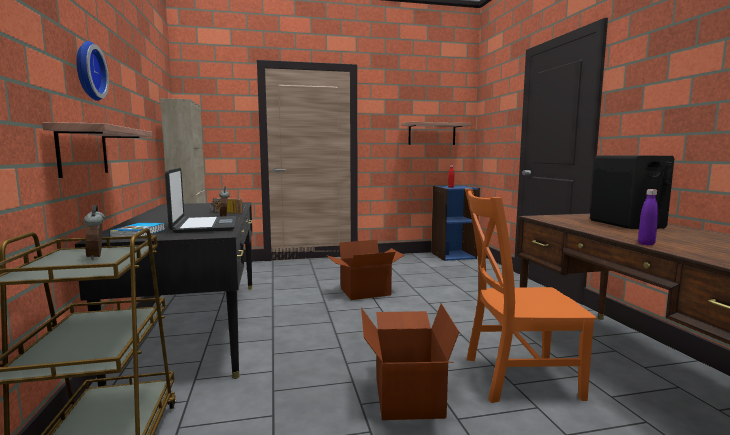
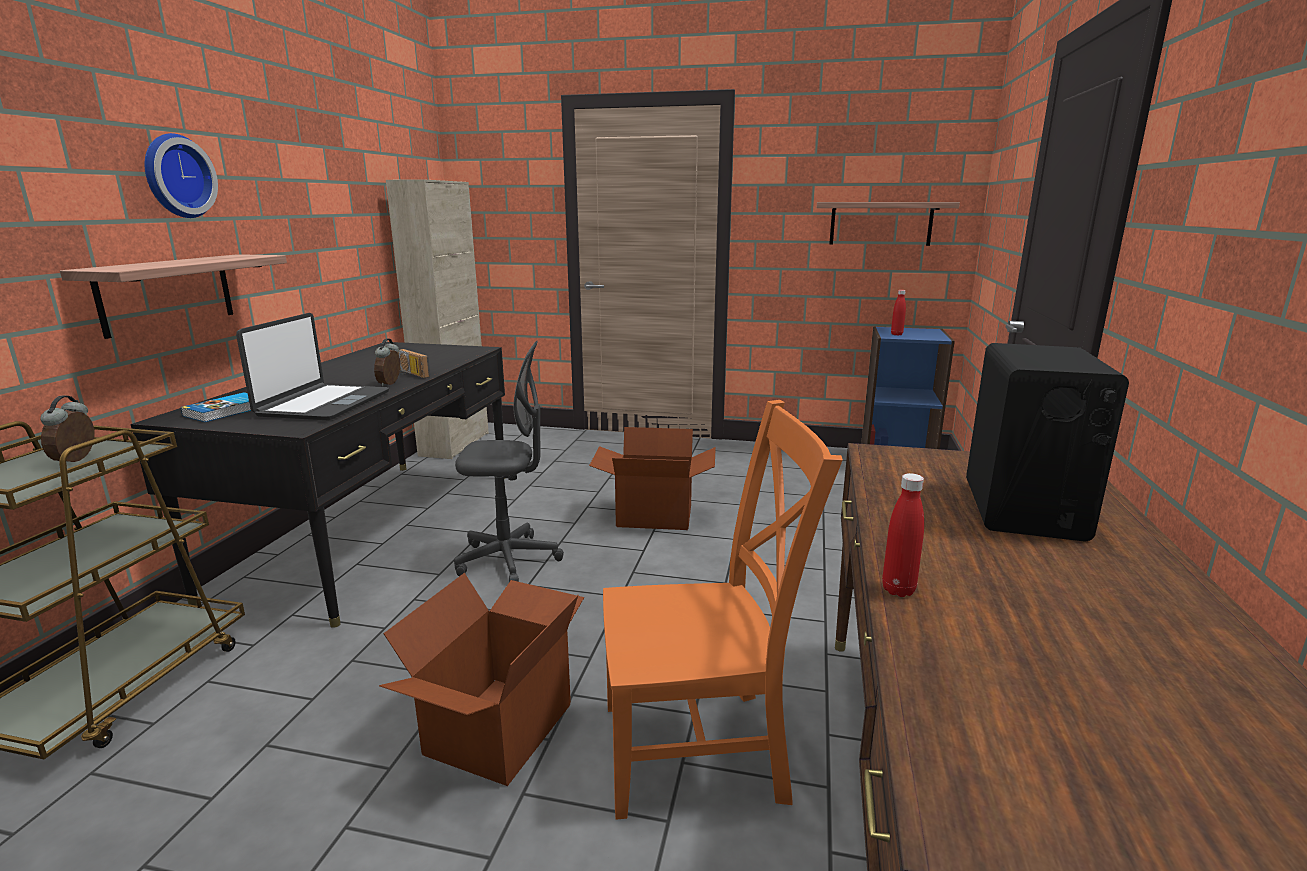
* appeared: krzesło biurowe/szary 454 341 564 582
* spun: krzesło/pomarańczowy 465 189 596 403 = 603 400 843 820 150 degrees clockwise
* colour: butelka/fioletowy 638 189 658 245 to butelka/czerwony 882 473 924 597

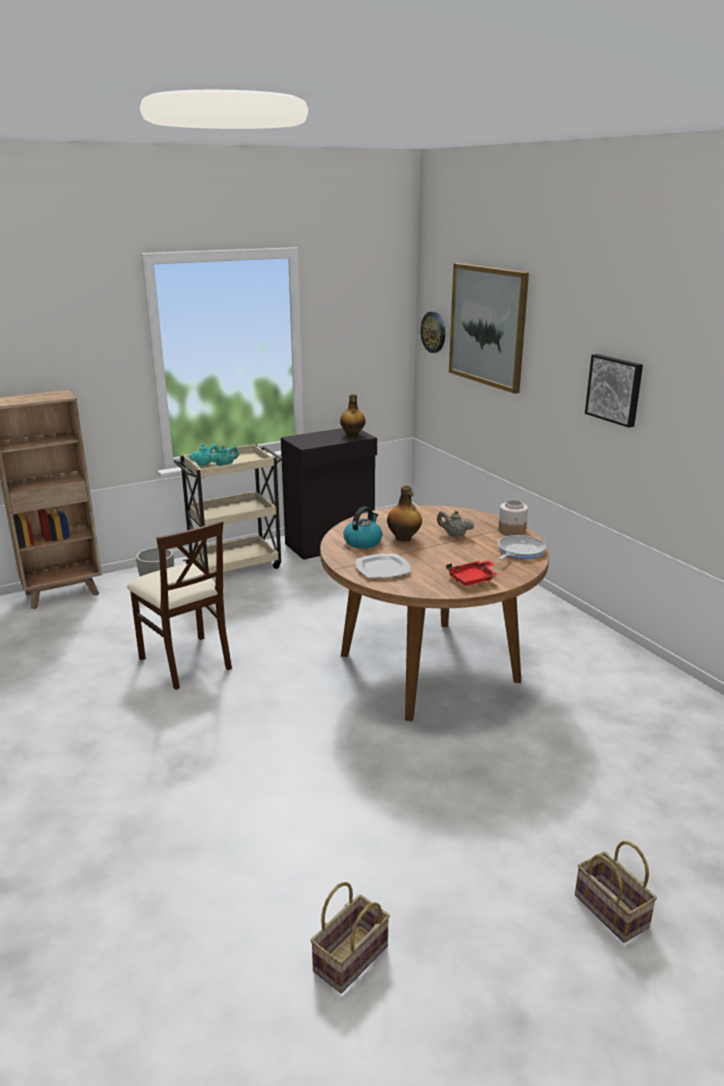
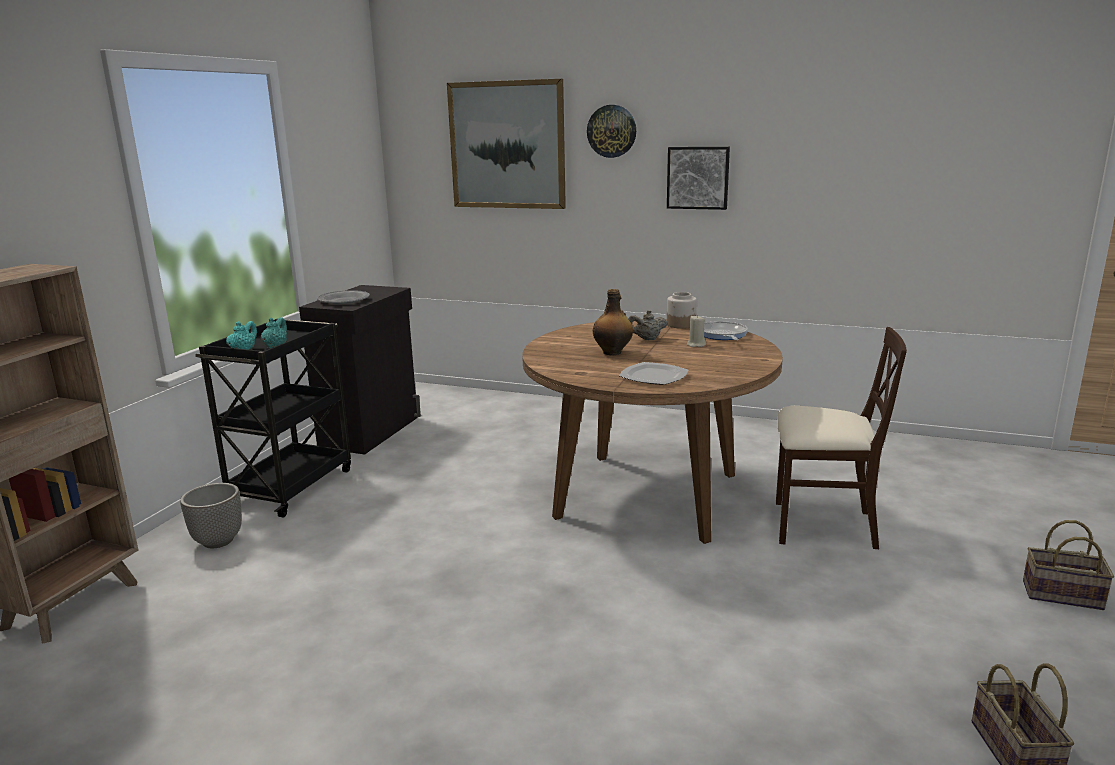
* colour: wózek/beżowy 173 444 283 572 to wózek/czarny 195 318 351 517
* appeared: talerz/szary 317 290 370 304
* relocated: zegar ścienny 420 312 445 353 to 587 105 636 158
* appeared: świeca/beżowy 687 315 706 347
* relocated: krzesło/beżowy 127 520 232 690 to 776 327 907 549
* missing: butelka 340 394 366 437
* missing: czajnik 343 507 382 548
* missing: taca/czerwony 446 560 498 586

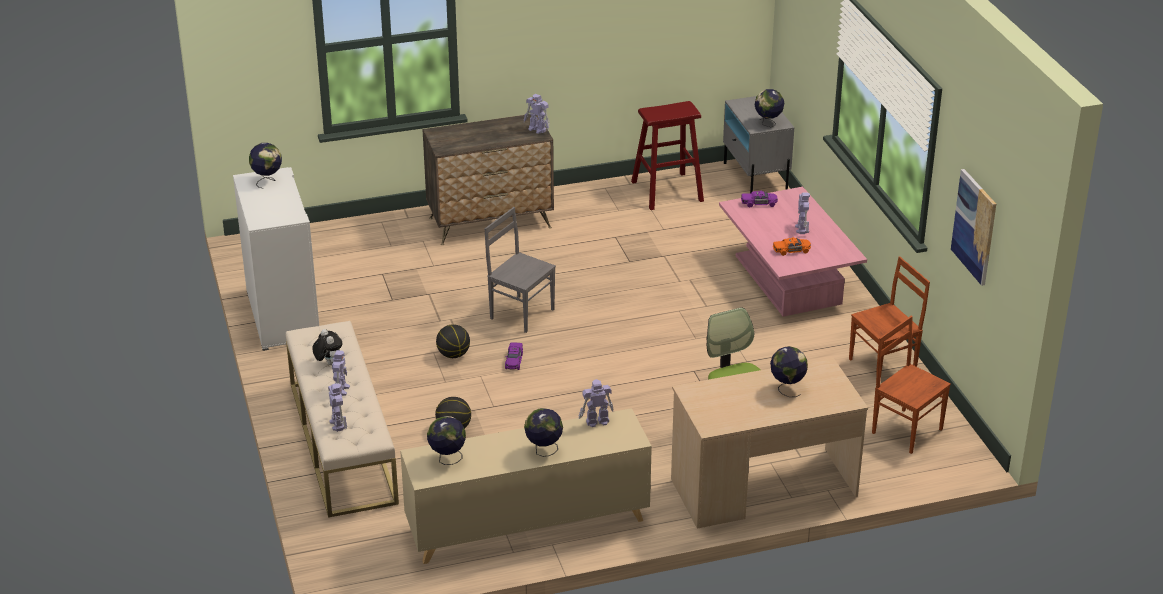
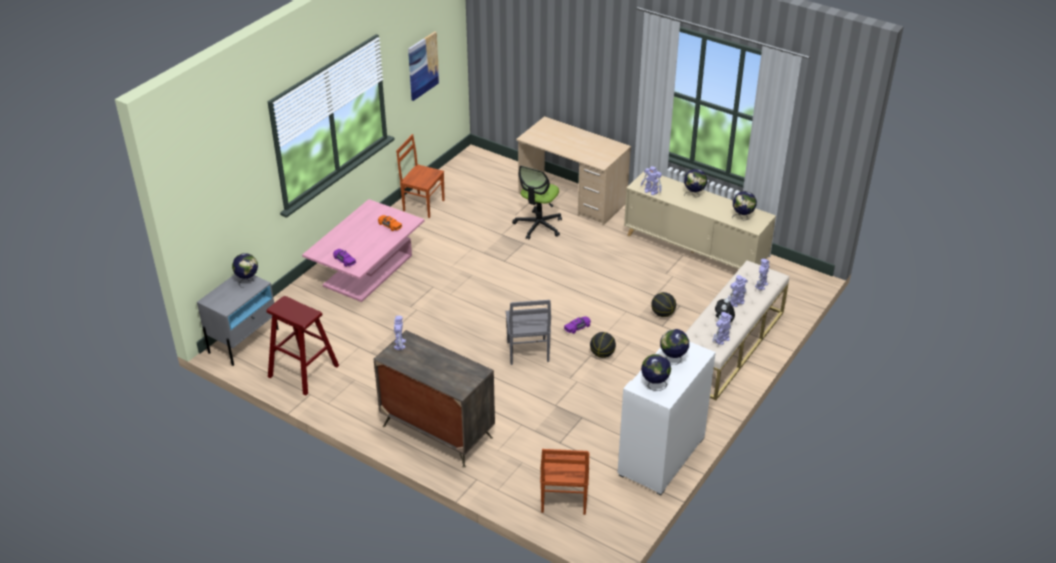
* relocated: krzesło/brązowy 872 316 951 454 to 540 449 589 515
* relocated: globus 770 346 808 397 to 660 329 689 365
* relocated: robot zabawkowy 795 192 810 234 to 712 312 733 345

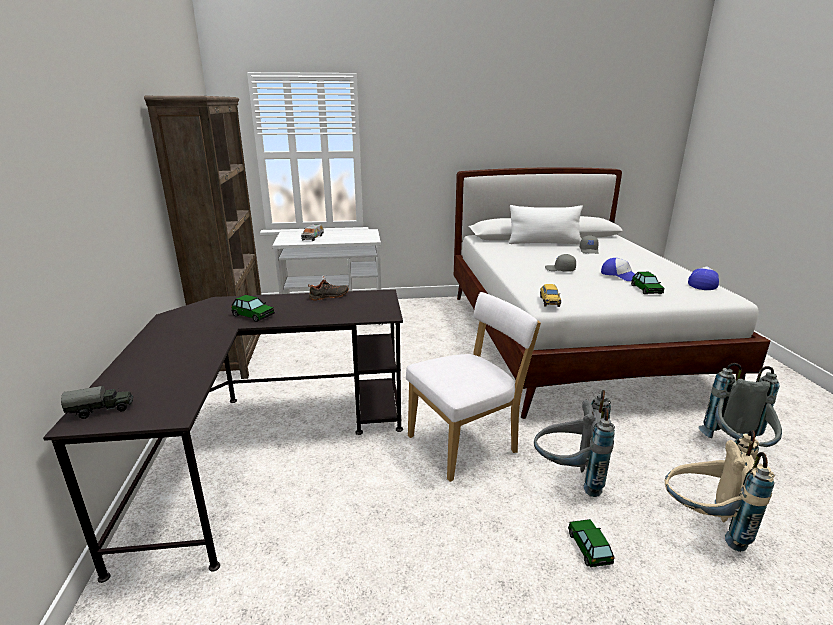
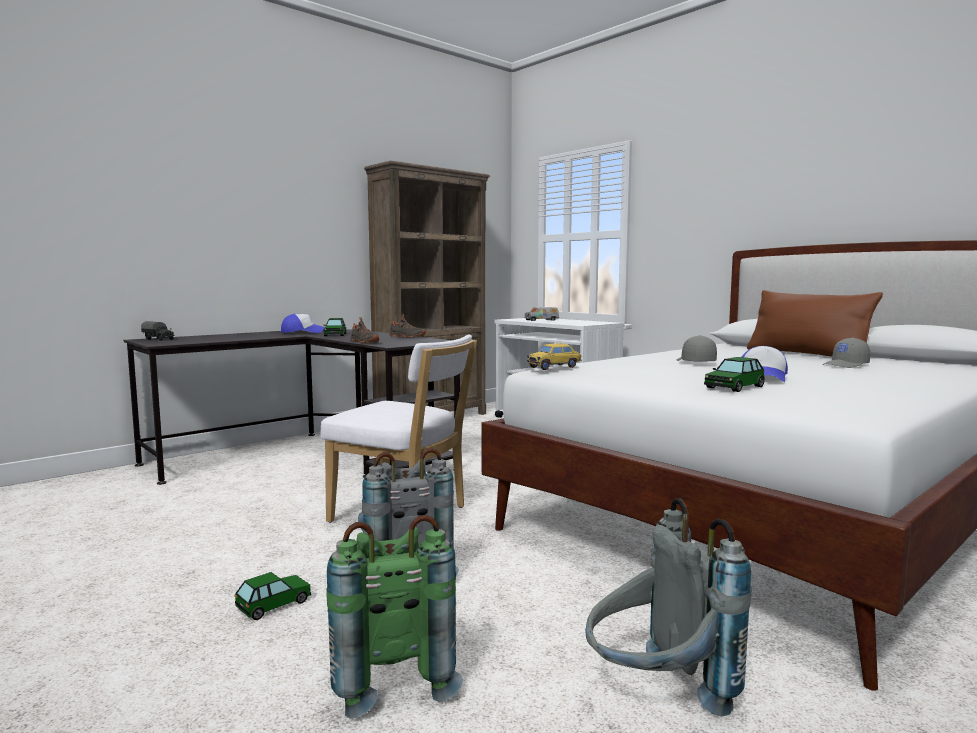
* relocated: czapka z daszkiem 688 266 719 290 to 281 314 325 333
* colour: plecak/beżowy 665 430 775 552 to plecak/zielony 327 515 463 719
* appeared: but/czarny 350 317 379 343
* colour: poduszka/biały 509 205 583 245 to poduszka/brązowy 747 290 883 357

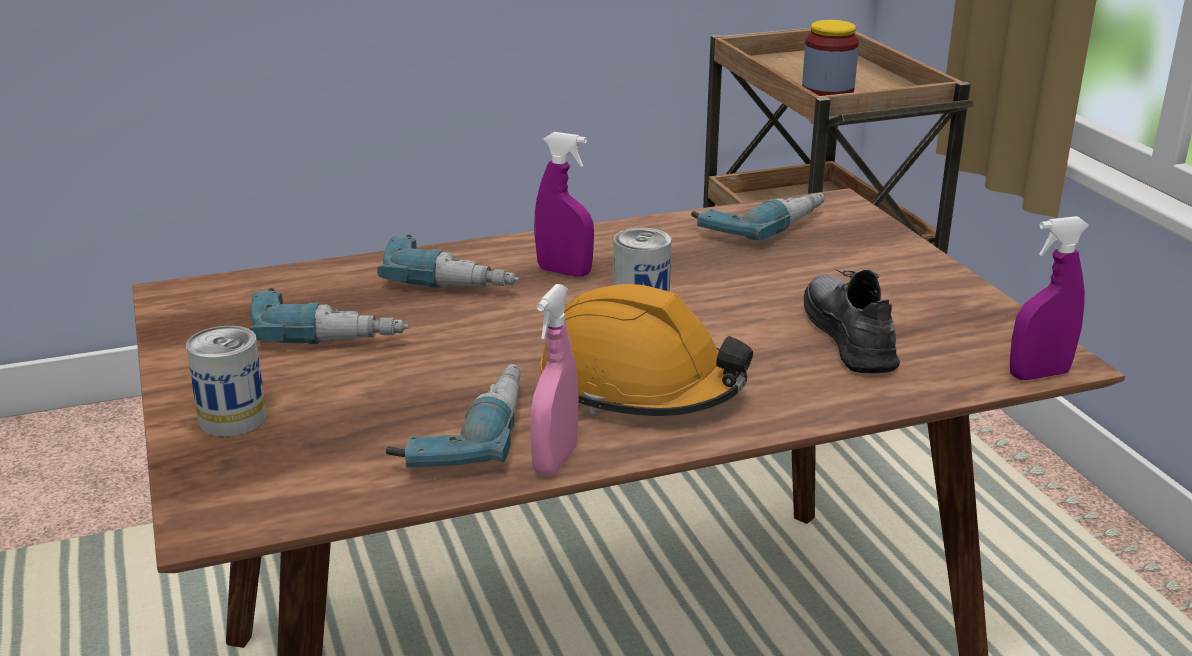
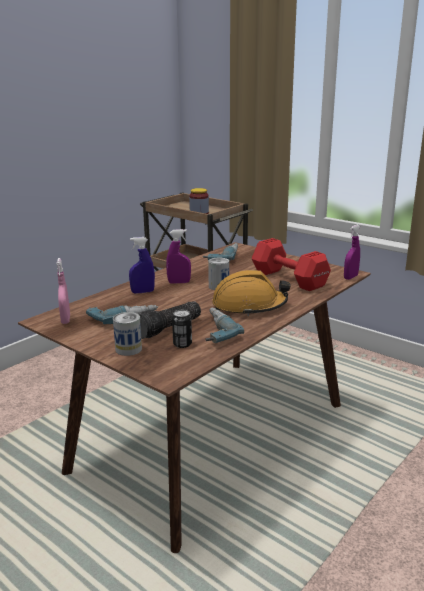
* relocated: spryskiwacz/różowy 530 284 578 476 to 56 258 70 324
* exchanged: wiertarka 377 234 519 288 to spryskiwacz/niebieski 129 237 155 293
* appeared: latarka 139 302 201 339
* appeared: puszka 172 310 192 348
* exchanged: but/szary 804 269 900 374 to hantel/czerwony 252 238 331 291

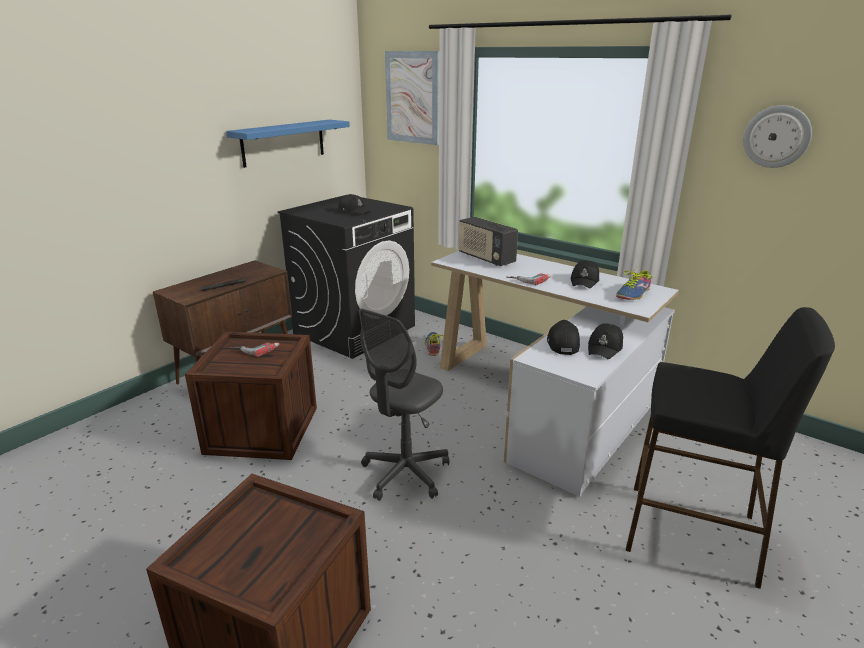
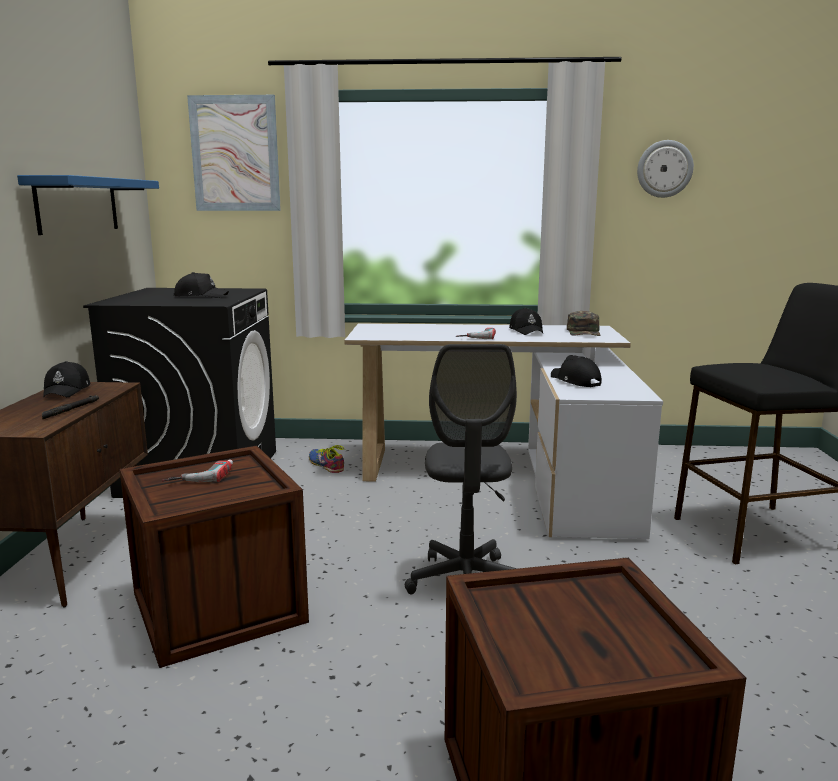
* relocated: czapka z daszkiem/czarny 588 324 623 359 to 43 361 91 398
* exchanged: but 616 266 652 300 to czapka z daszkiem/zielony 567 311 601 336
* missing: radio 458 217 518 266

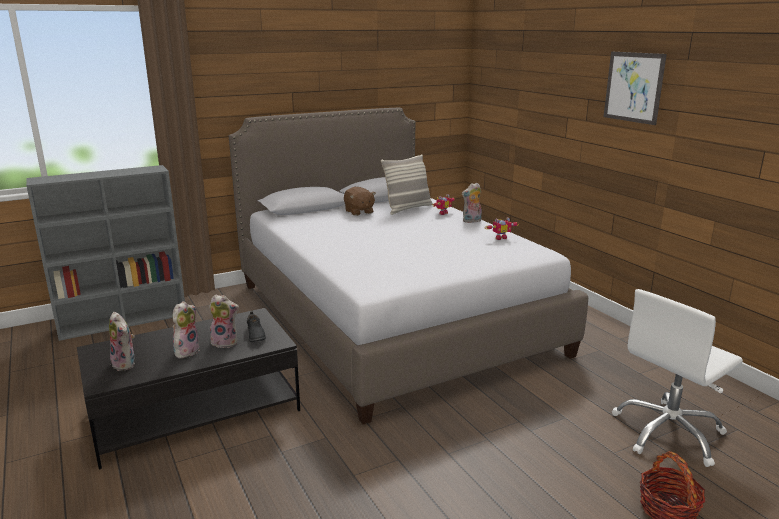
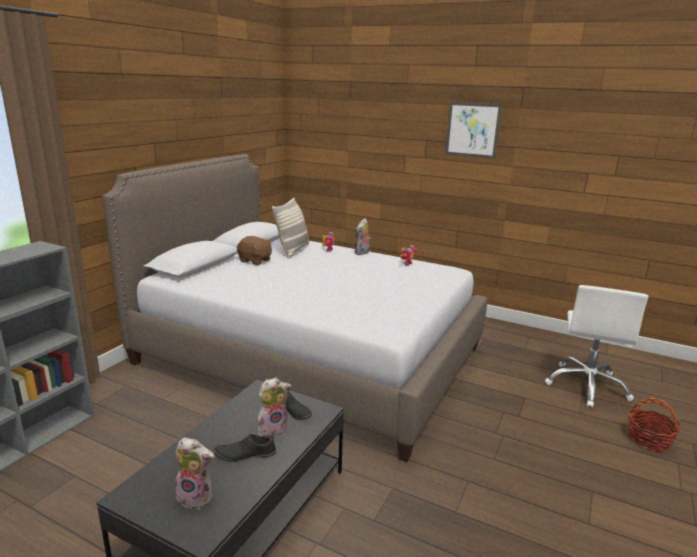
* exchanged: pluszak 173 301 199 358 to but/czarny 213 434 276 462

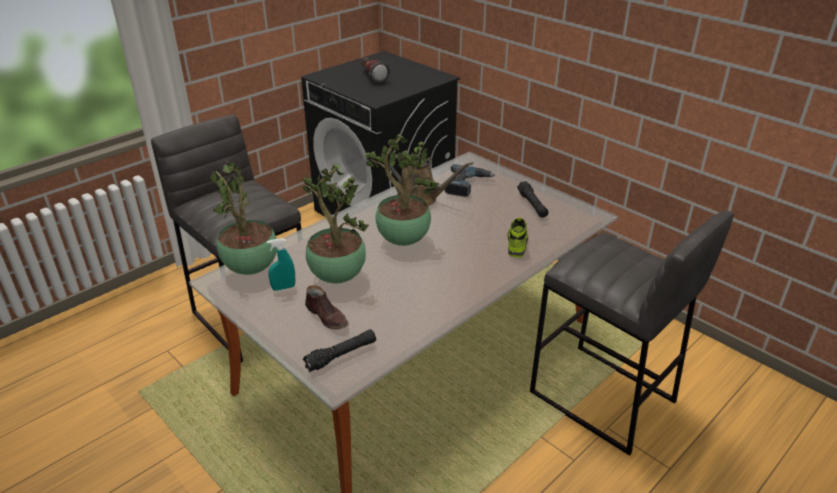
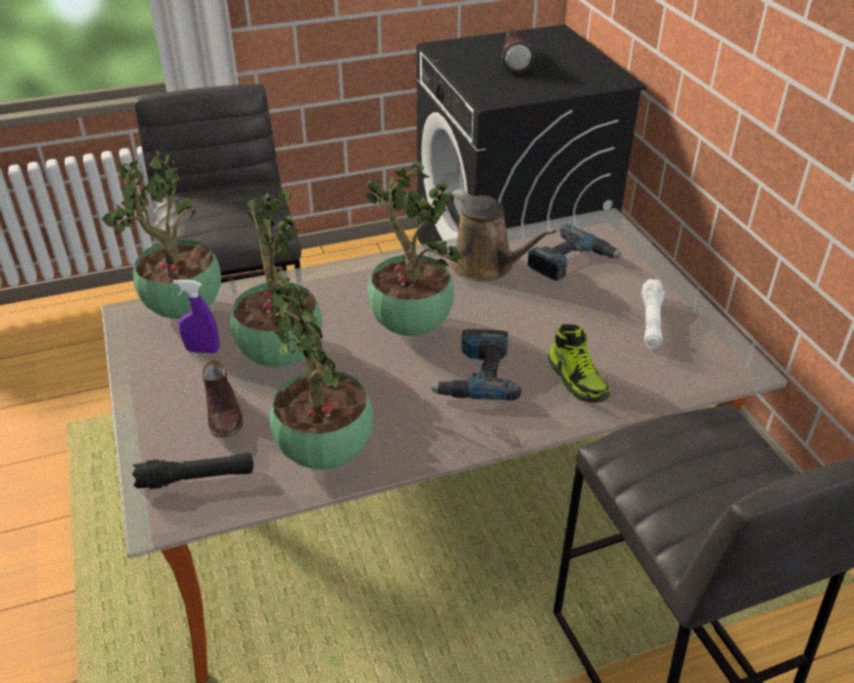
* colour: spryskiwacz/turkusowy 267 238 295 291 to spryskiwacz/fioletowy 173 280 219 353
* appeared: roślina doniczkowa 269 286 373 470
* appeared: wiertarka 429 329 521 401
* spun: but 508 217 528 257 = 548 324 611 403 120 degrees clockwise
* colour: latarka/czarny 517 181 549 218 to latarka/biały 641 279 665 349

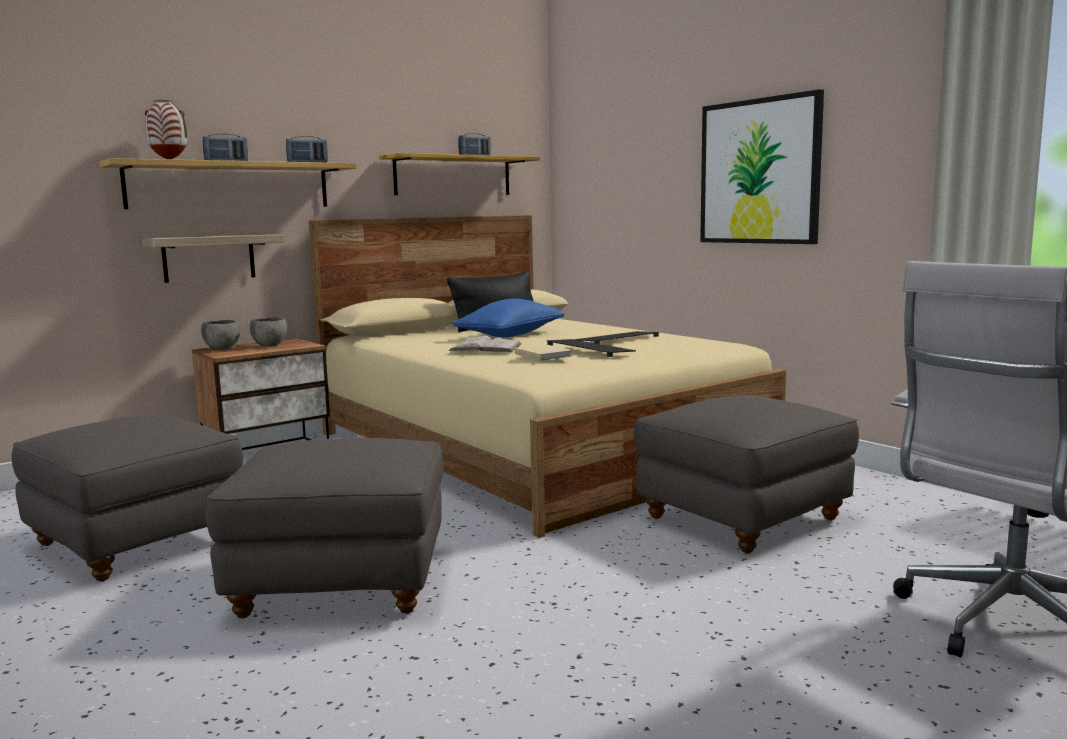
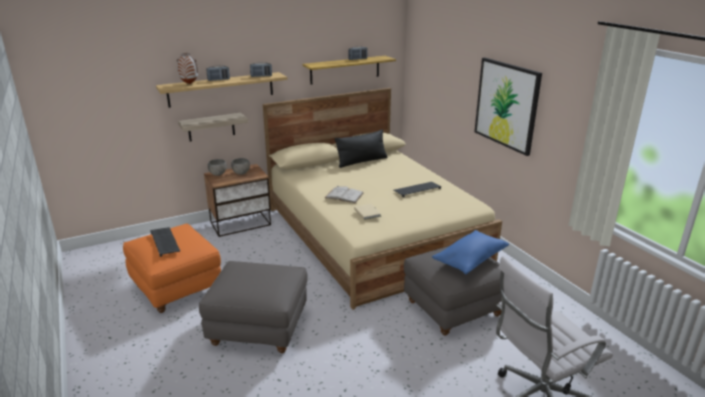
* colour: pufa/szary 12 415 243 582 to pufa/pomarańczowy 123 223 221 313
* relocated: klawiatura 547 339 636 357 to 150 227 180 257
* relocated: poduszka/niebieski 452 299 564 337 to 432 230 509 274

